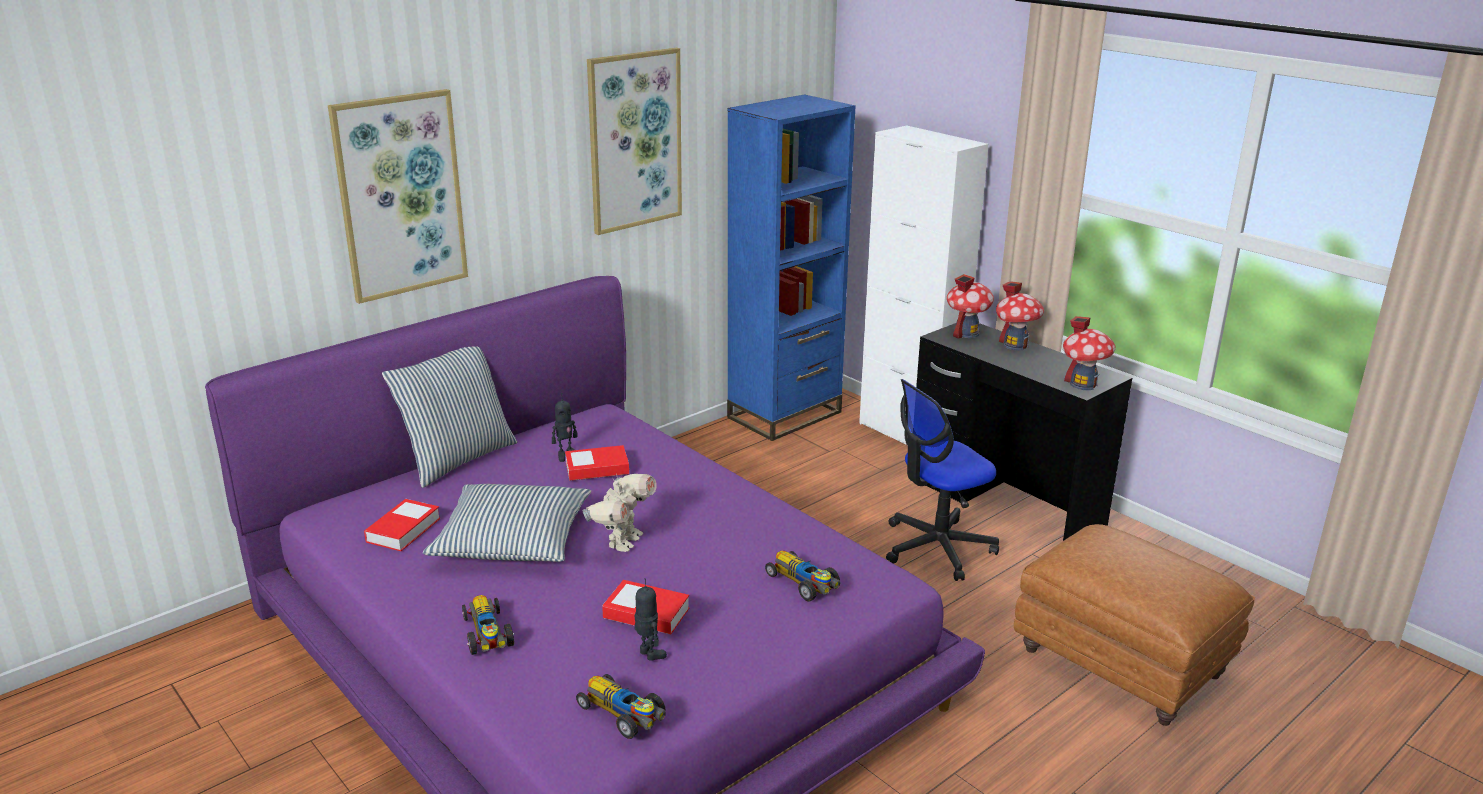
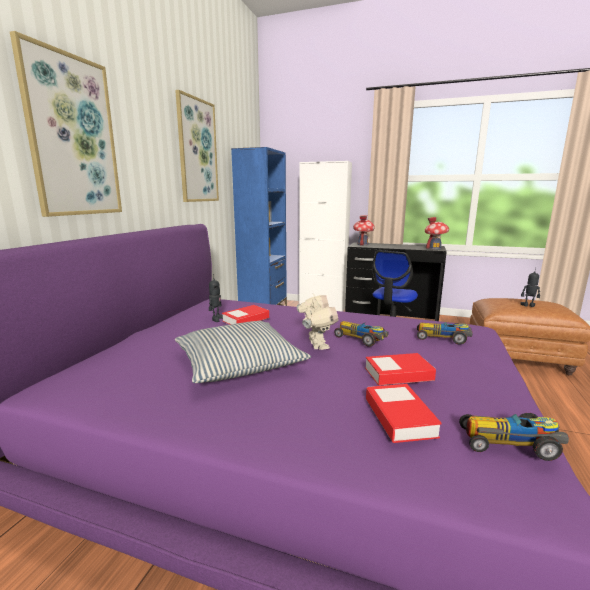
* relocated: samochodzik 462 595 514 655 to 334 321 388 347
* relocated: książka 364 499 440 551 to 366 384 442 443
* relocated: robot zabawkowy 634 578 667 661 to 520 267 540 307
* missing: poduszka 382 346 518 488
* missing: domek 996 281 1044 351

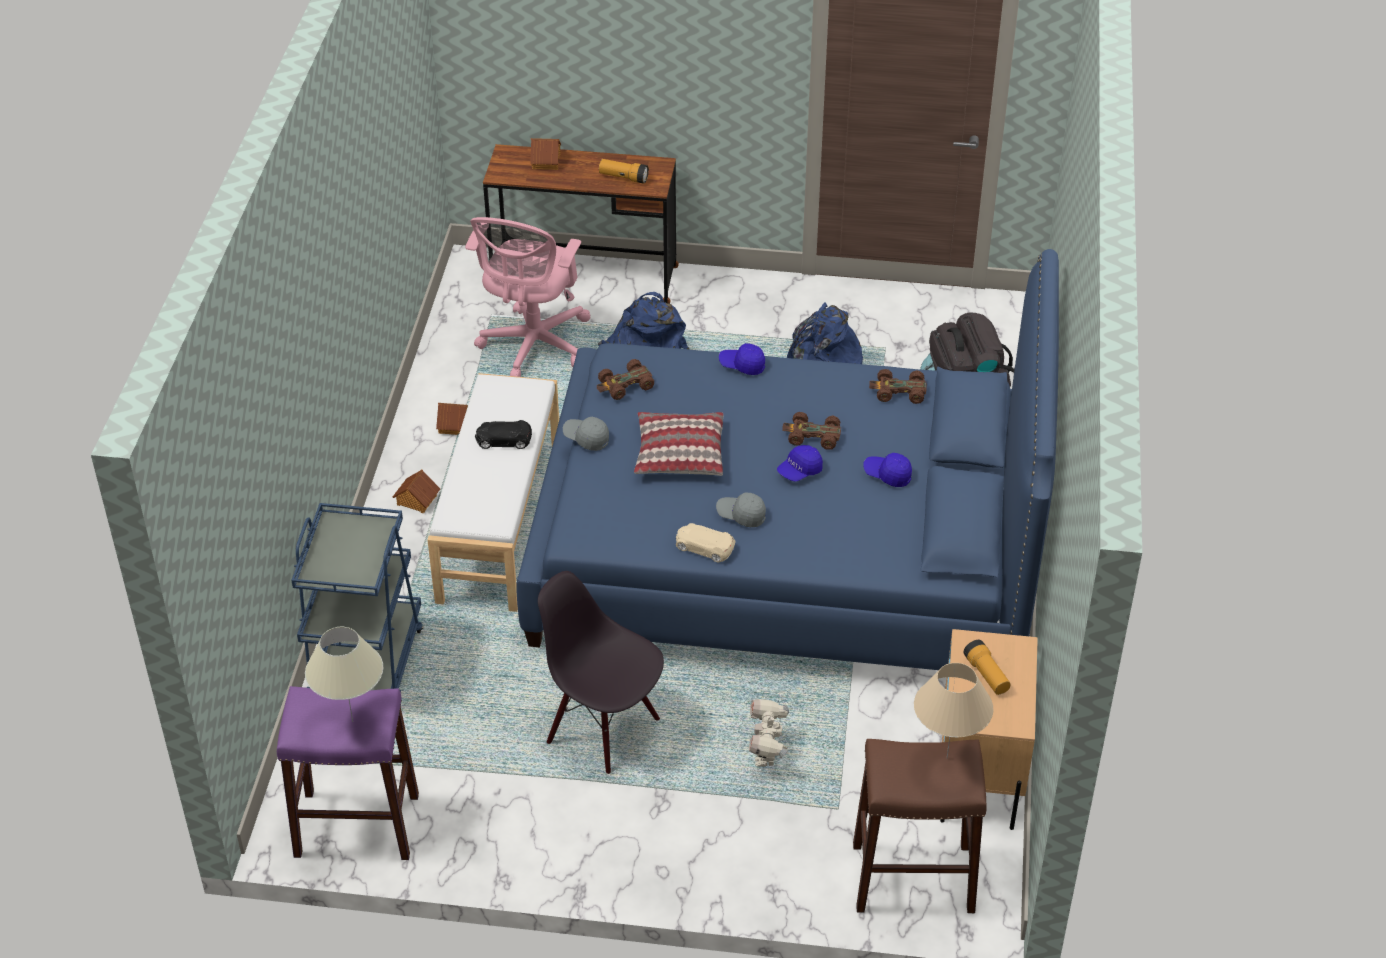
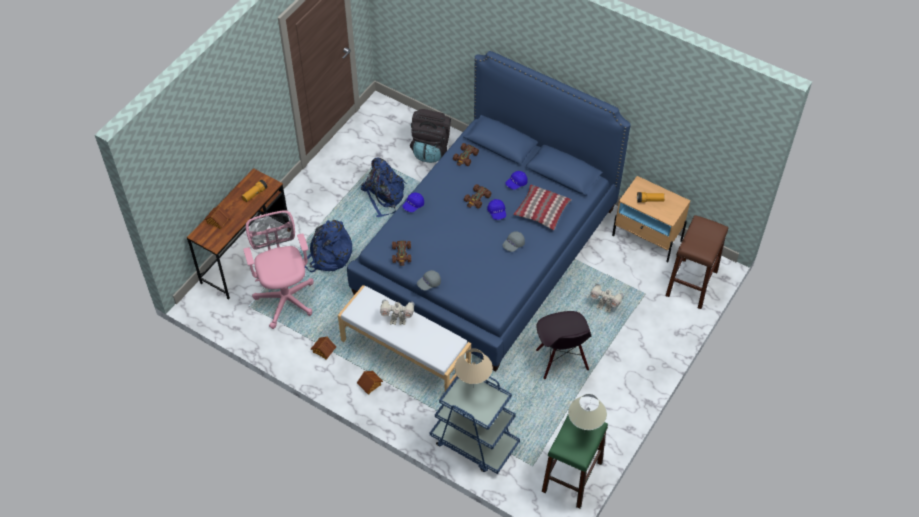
* spun: krzesło biurowe/różowy 465 217 591 377 = 243 210 314 329 150 degrees counterclockwise
* exchanged: samochodzik/czarny 475 420 532 449 to robot zabawkowy 380 299 415 325
* relocated: lampa stołowa/beżowy 914 663 993 758 to 455 348 493 386
* relocated: poduszka 634 412 723 476 to 513 184 572 230
* spun: krzesło/czarny 538 571 664 774 = 536 311 591 379 75 degrees counterclockwise
* colour: stołek/fioletowy 277 686 419 860 to stołek/zielony 542 415 608 509
* missing: samochodzik/beżowy 676 523 735 562

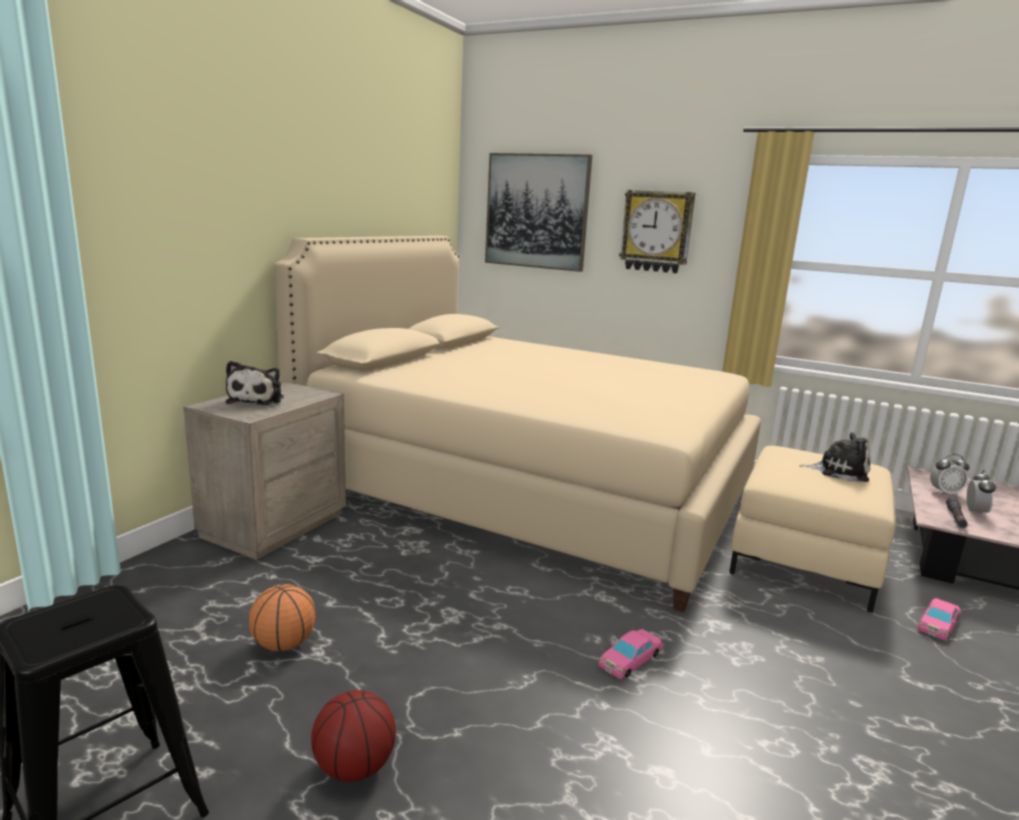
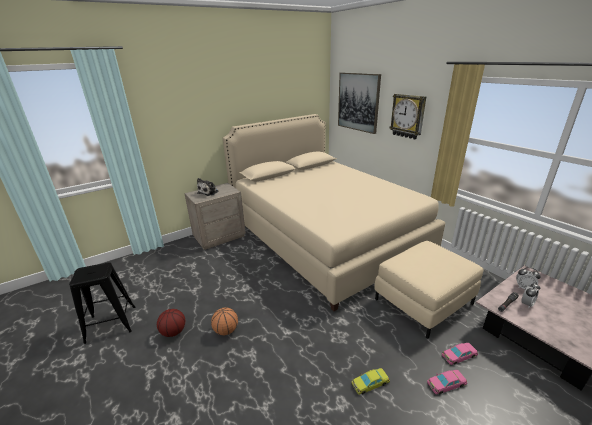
* relocated: piłka do koszykówki 249 584 316 651 to 211 307 238 335
* appeared: samochodzik/żółty 352 368 390 395
* relocated: samochodzik/różowy 598 629 663 679 to 427 370 467 395
* missing: pluszak 800 433 871 482

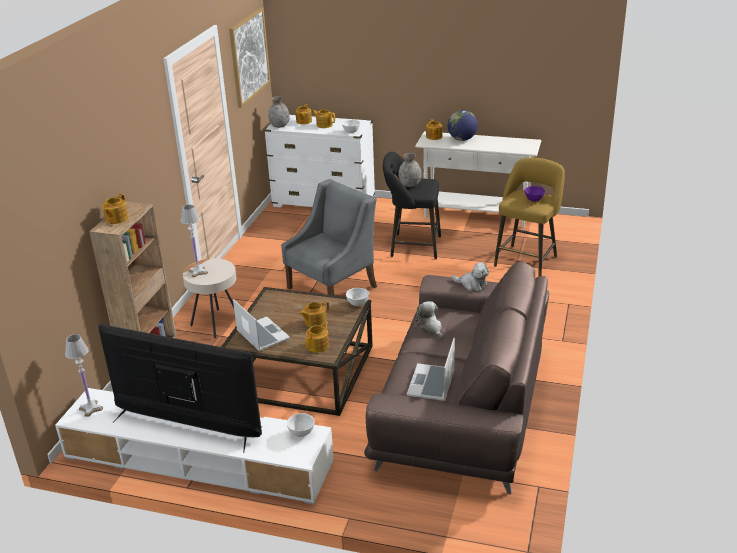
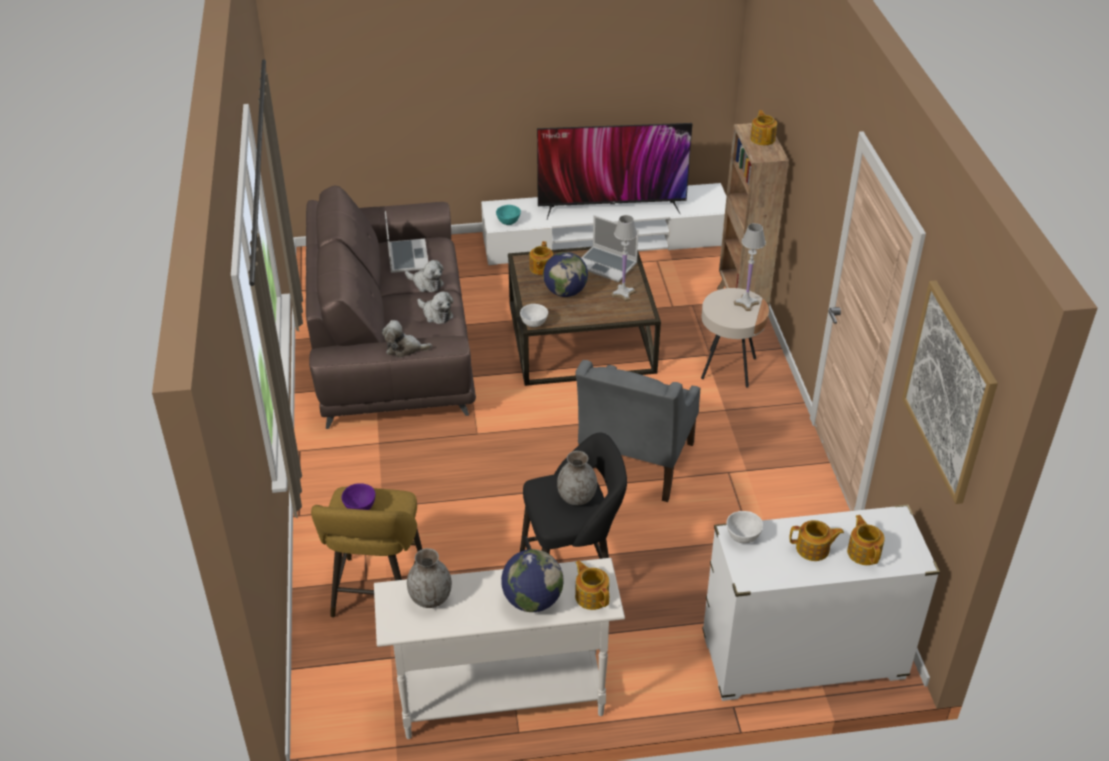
* appeared: pluszak 405 260 444 292
* relocated: wazon/szary 268 96 290 128 to 407 548 452 608
* colour: miska/biały 287 413 315 437 to miska/turkusowy 496 205 521 225
* exchanged: imbryk 299 301 329 328 to globus 543 252 588 297
* relocated: lampa stołowa/biały 65 334 103 416 to 611 215 638 301

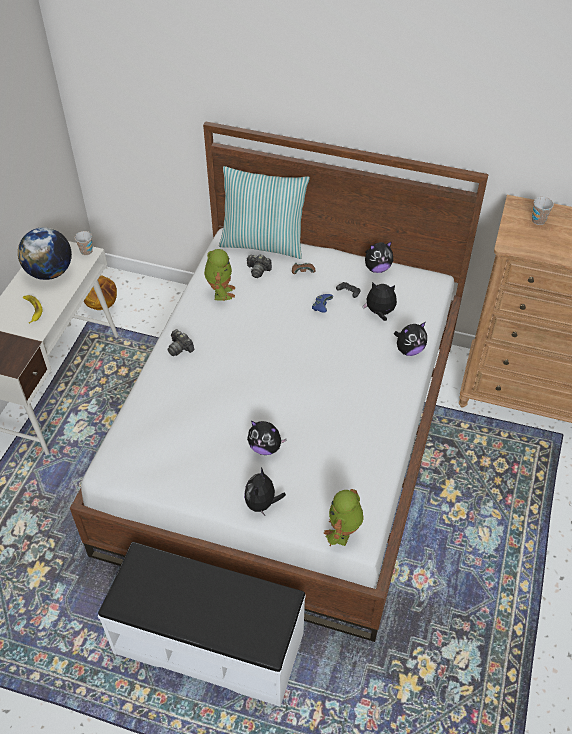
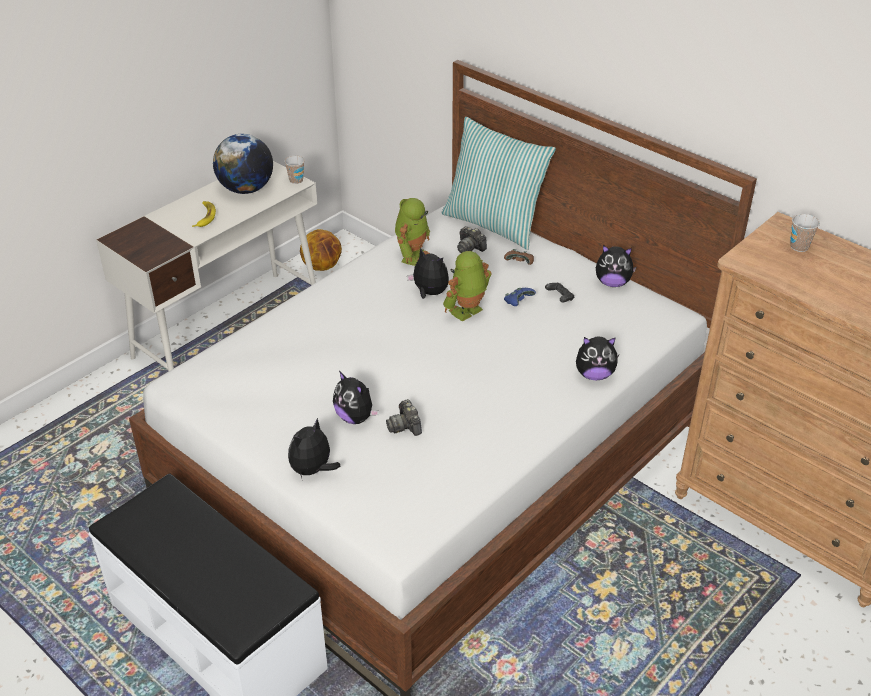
* relocated: aparat fotograficzny 167 329 194 356 to 386 399 422 436
* relocated: pluszak 363 282 397 321 to 407 248 449 299
* relocated: robot zabawkowy 323 489 364 546 to 443 251 492 321

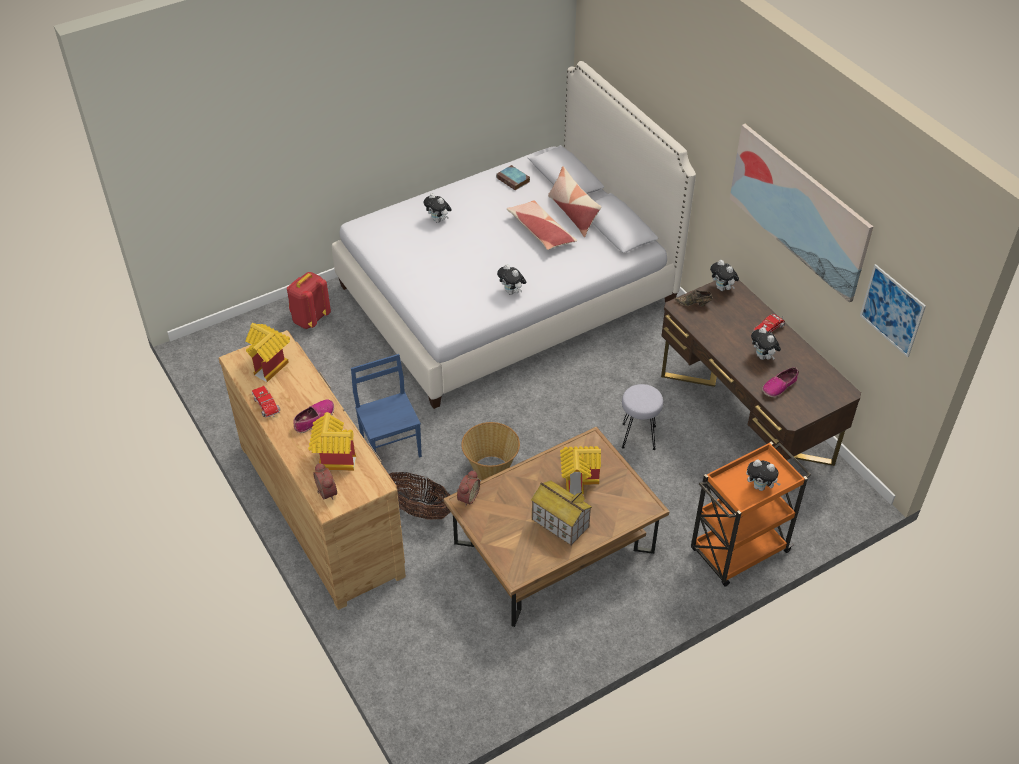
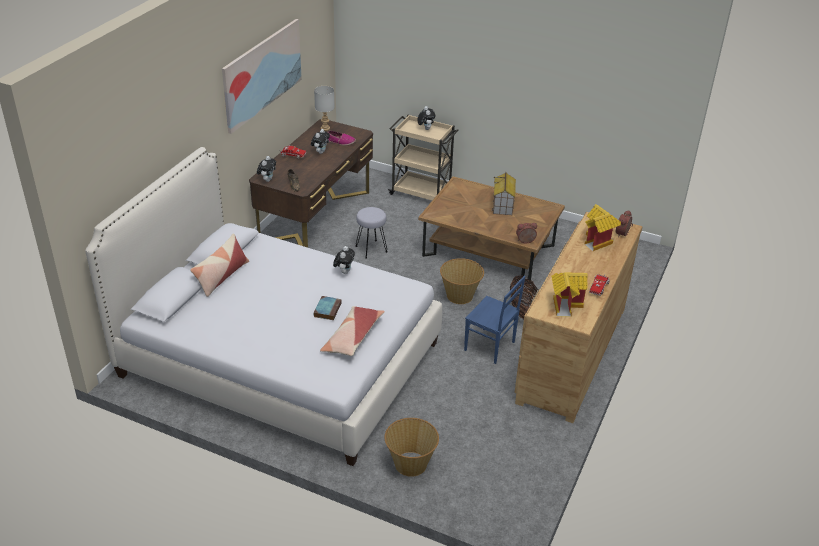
* relocated: książka 496 165 530 191 to 313 296 342 320
* appeared: lampa stołowa/szary 314 86 335 131
* relocated: poduszka 507 200 577 250 to 320 306 385 356
* exchanged: plecak/czerwony 287 272 331 329 to koszyk 384 418 439 477
* colour: wózek/pomarańczowy 691 441 811 587 to wózek/beżowy 388 115 459 200
* spun: krzesło/niebieski 351 354 422 458 = 464 275 525 364 90 degrees counterclockwise
* missing: but 294 400 334 433
* missing: pluszak 423 193 452 223
* missing: domek 560 446 601 496
* missing: obraz 860 264 926 357

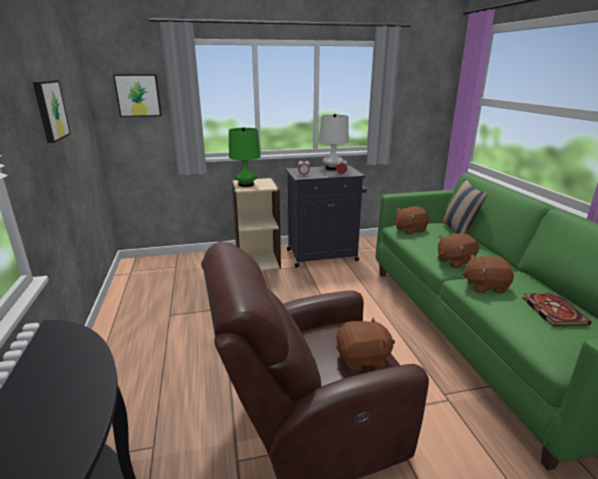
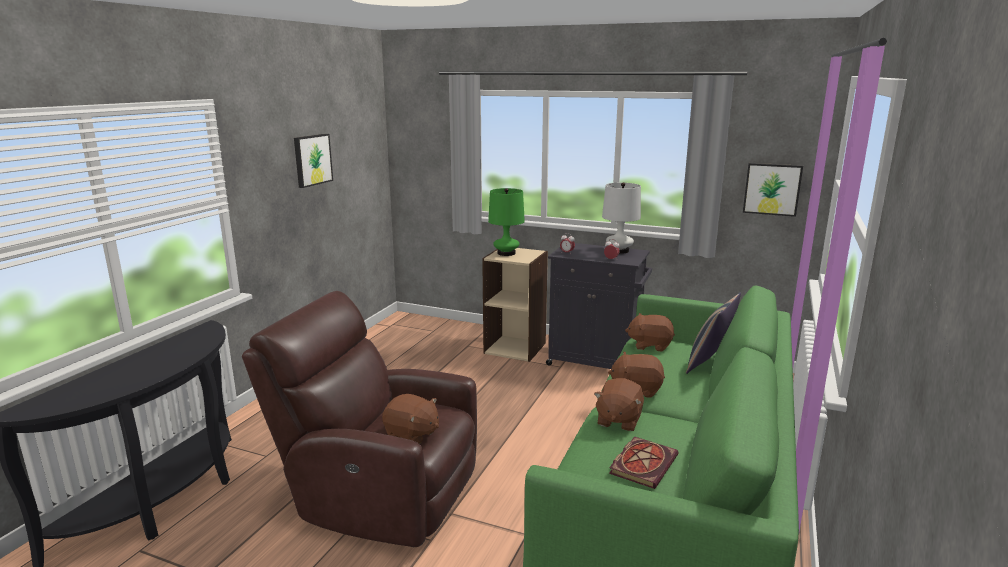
* spun: pluszak/brązowy 462 255 514 294 = 594 378 644 431 105 degrees counterclockwise
* relocated: obraz 113 74 162 117 to 743 163 803 217

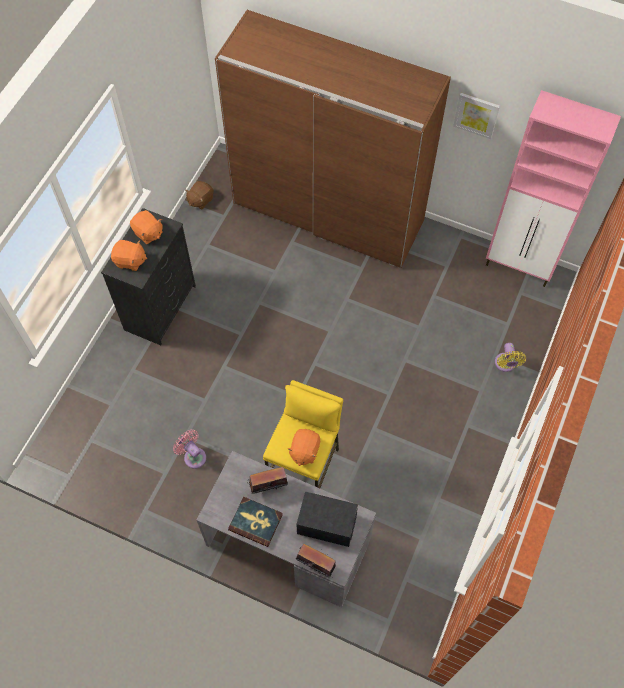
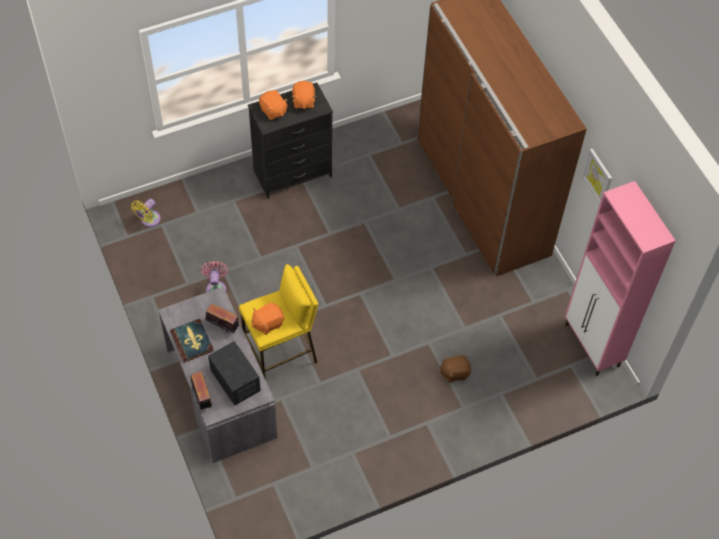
* relocated: wentylator/żółty 495 343 526 372 to 131 199 161 227
* relocated: pluszak/brązowy 185 181 214 210 to 439 355 471 383

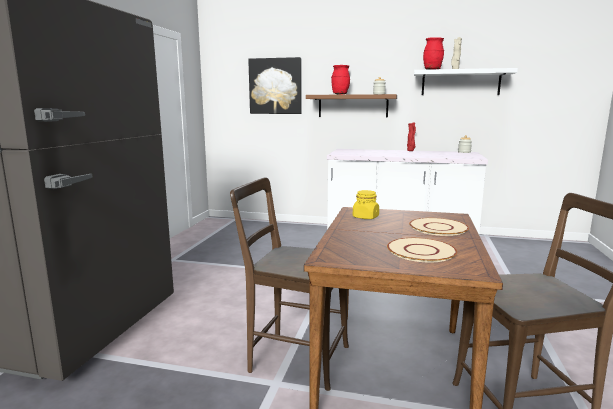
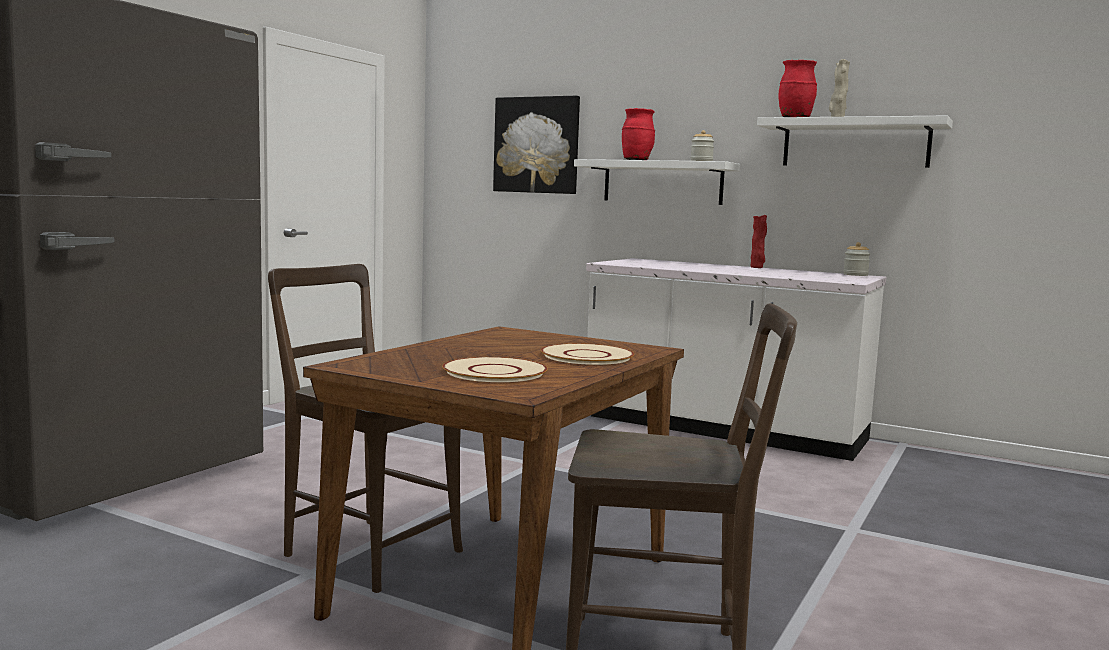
* colour: półka/brązowy 306 94 397 118 to półka/biały 574 159 740 205
* missing: słoik/żółty 353 190 379 219

